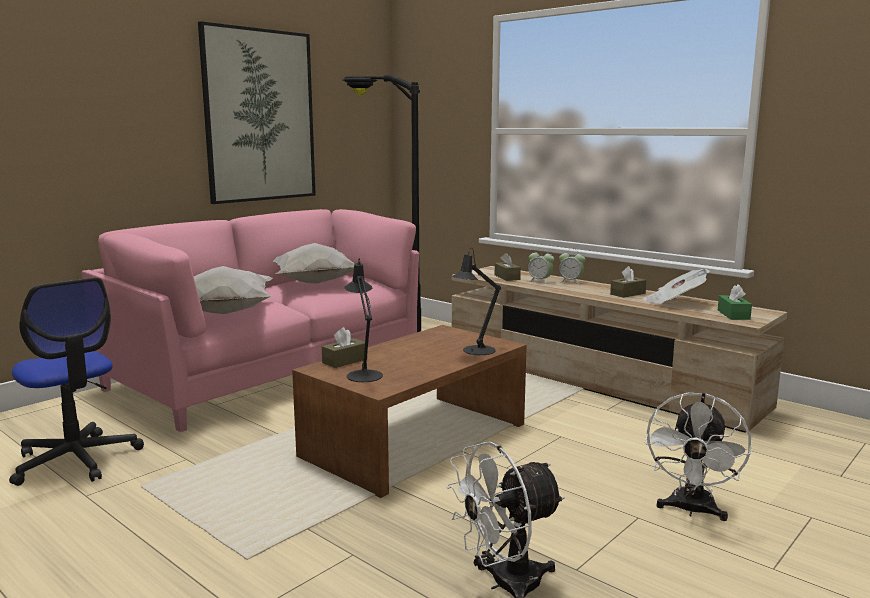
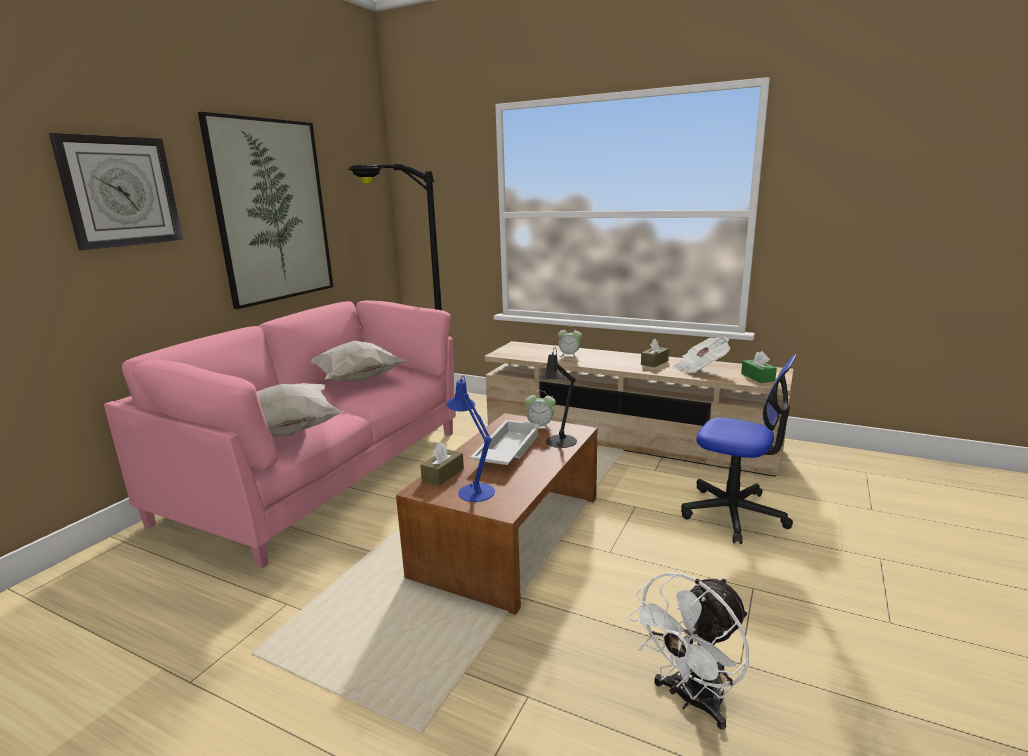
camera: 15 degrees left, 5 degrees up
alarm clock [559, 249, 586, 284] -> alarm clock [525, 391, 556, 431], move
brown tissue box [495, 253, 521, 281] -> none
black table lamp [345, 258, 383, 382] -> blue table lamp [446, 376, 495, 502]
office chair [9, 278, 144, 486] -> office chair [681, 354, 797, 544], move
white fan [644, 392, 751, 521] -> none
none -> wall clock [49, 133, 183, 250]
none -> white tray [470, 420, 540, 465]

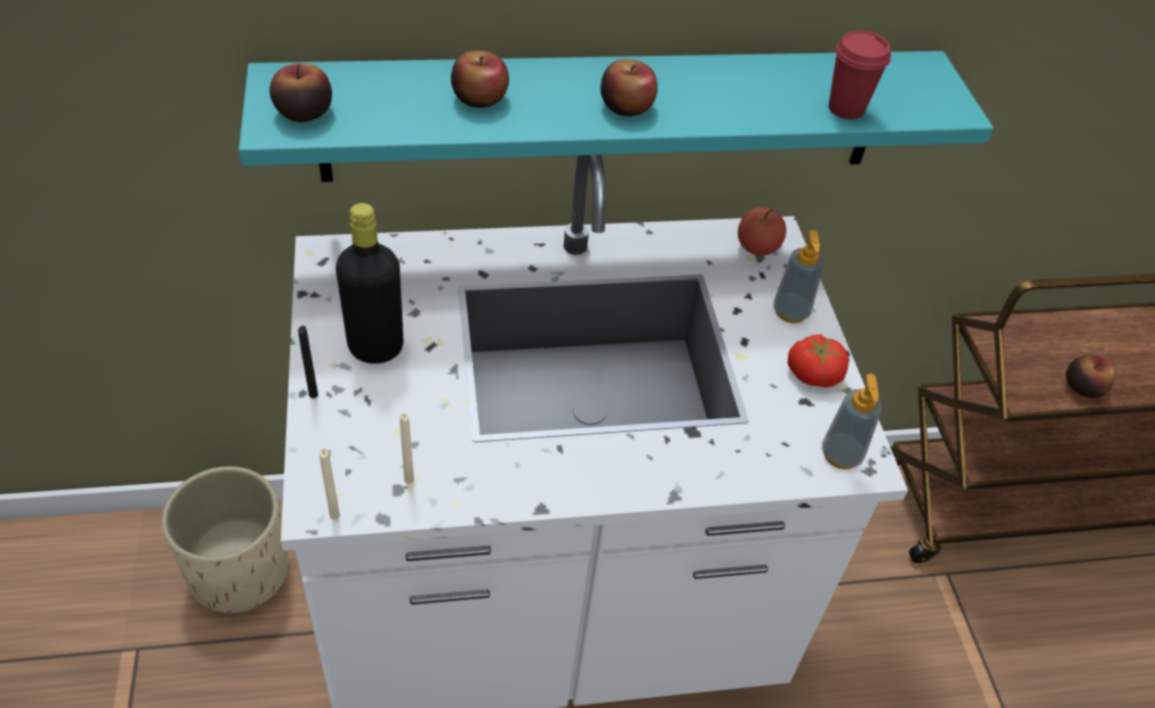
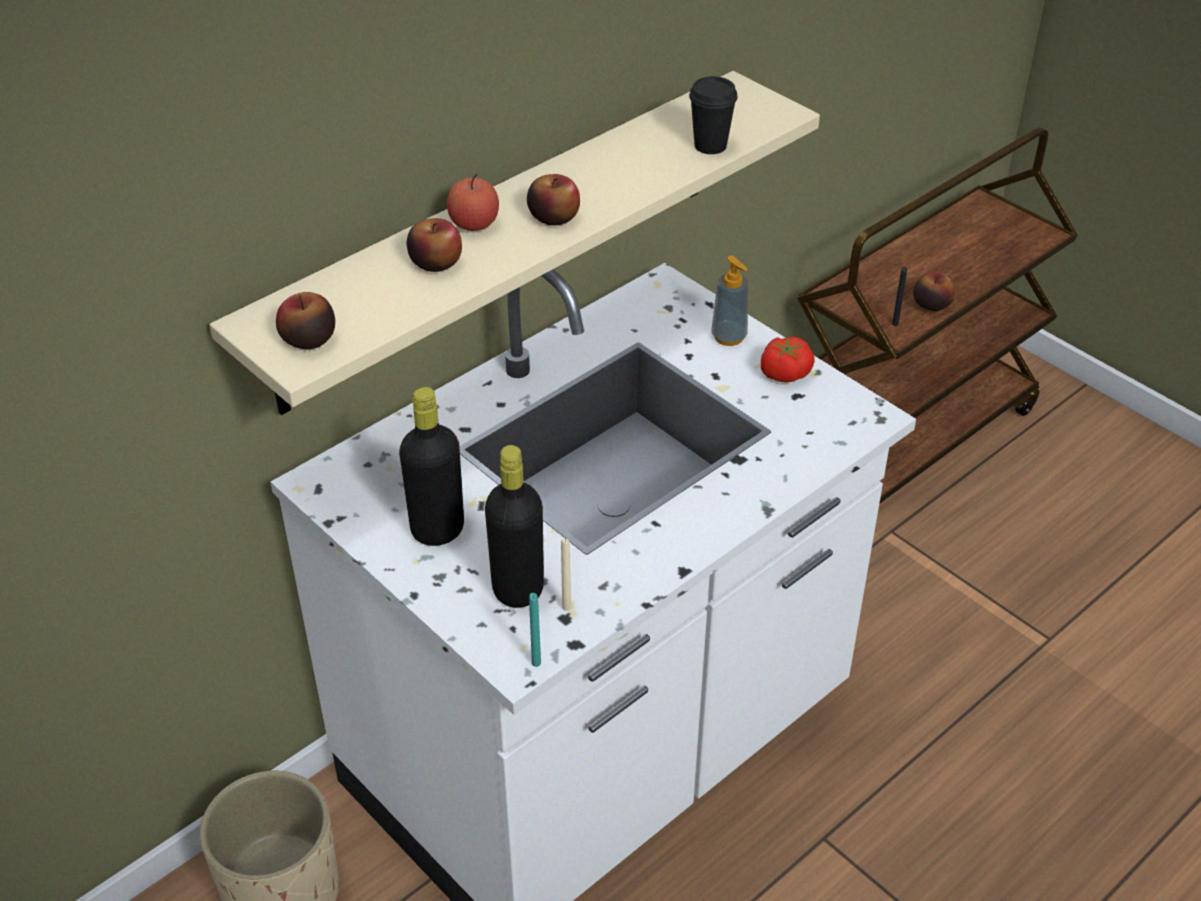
camera: 30 degrees left, 5 degrees down
red cup [829, 31, 891, 119] -> black cup [689, 76, 738, 154]
turquoise shelf [239, 51, 994, 182] -> beige shelf [209, 71, 820, 415]
apple [738, 207, 786, 256] -> apple [447, 174, 499, 231], move
black candle [298, 326, 318, 398] -> black candle [892, 267, 907, 326], move
soap dispenser [822, 374, 882, 469] -> none
beige candle [319, 448, 340, 520] -> turquoise candle [529, 593, 541, 667]
none -> black bottle [485, 445, 544, 608]

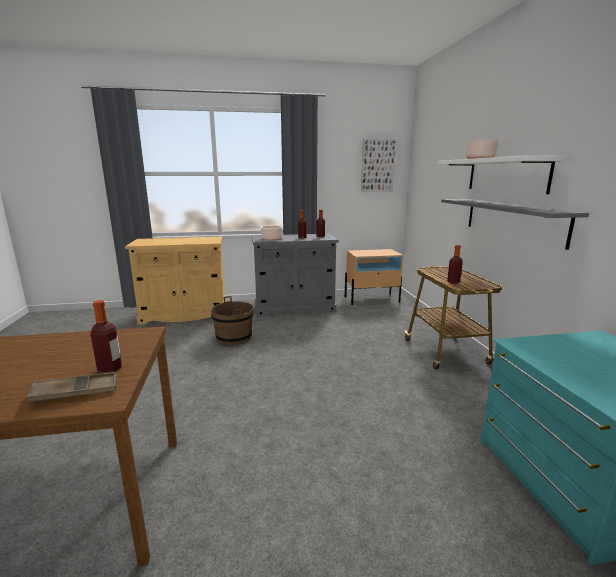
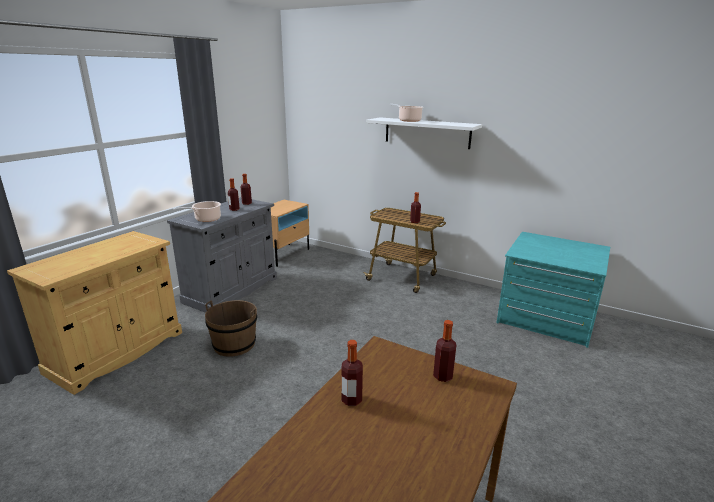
camera: 50 degrees left, 5 degrees up
picture [361, 138, 397, 192] -> none
grey shelf [441, 199, 589, 250] -> none
brown tray [26, 372, 117, 403] -> none
none -> bottle [341, 340, 363, 406]

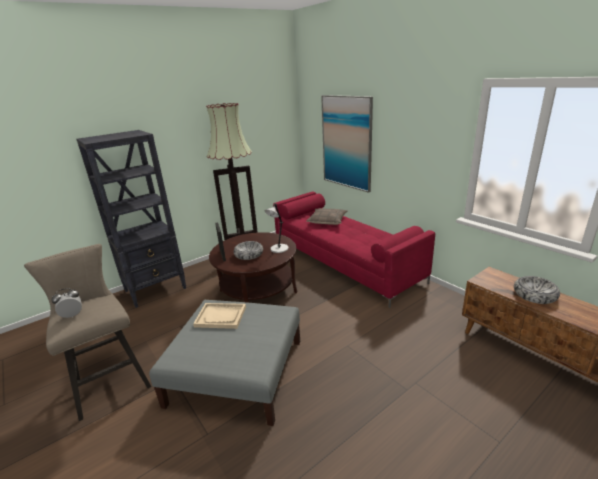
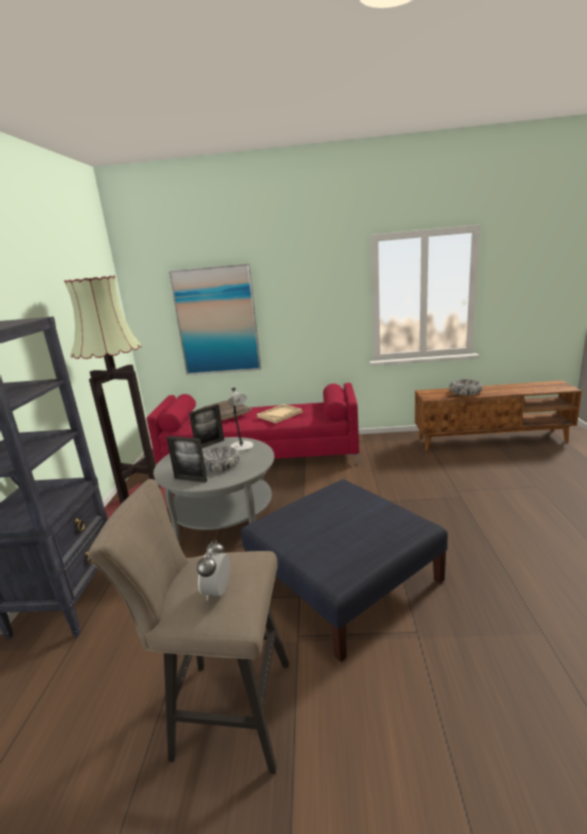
camera: 50 degrees left, 5 degrees down
brown coffee table [209, 232, 297, 303] -> grey coffee table [154, 437, 274, 543]
grey ottoman [149, 300, 300, 426] -> blue ottoman [241, 479, 448, 662]
beige tray [193, 303, 246, 329] -> beige tray [257, 404, 303, 423], move
none -> picture frame [189, 404, 224, 448]

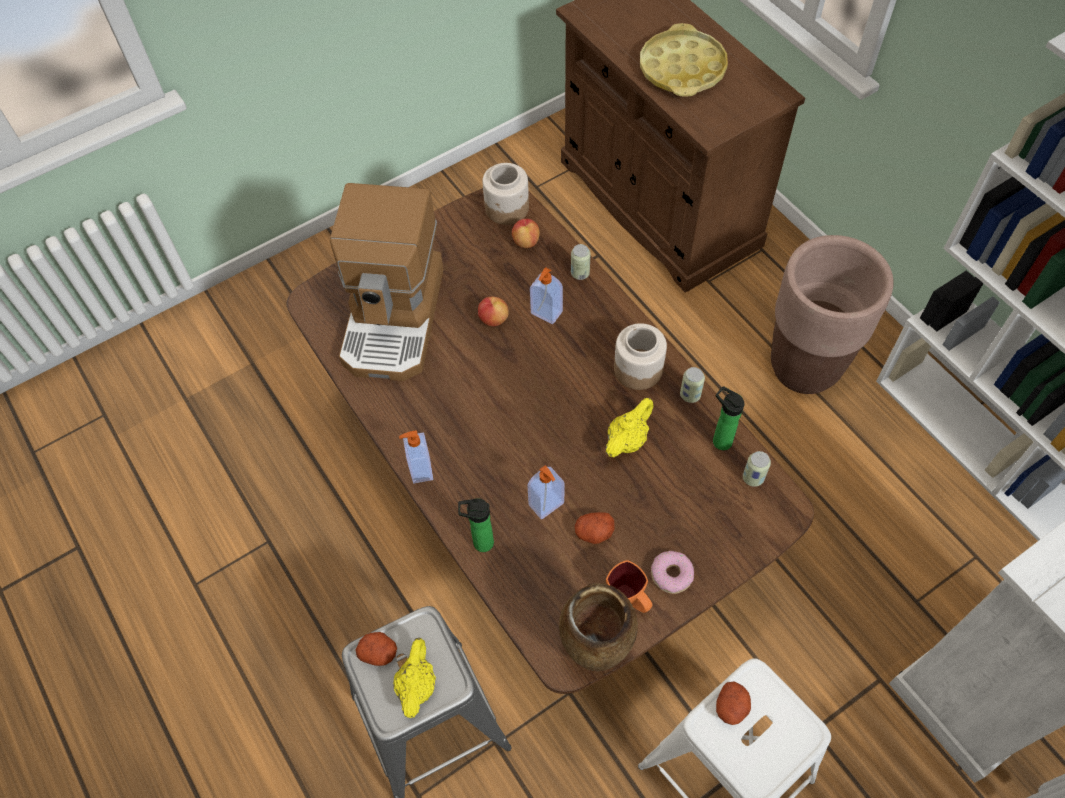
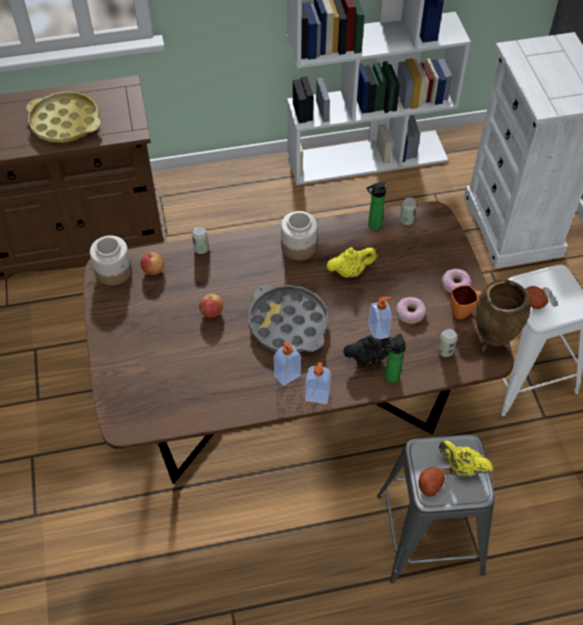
camera: 70 degrees left, 5 degrees down
coffee machine [330, 183, 444, 381] -> none
brown planter [771, 235, 894, 394] -> none
soap dispenser [530, 267, 563, 324] -> soap dispenser [274, 341, 301, 386], move
can [680, 367, 705, 403] -> can [437, 329, 457, 357], move
yellow teapot [606, 398, 653, 458] -> yellow teapot [326, 247, 377, 277], 105 degrees clockwise
potato [575, 512, 615, 544] -> donut [396, 297, 426, 324]
none -> grey tray [248, 285, 328, 352]
none -> black teapot [343, 335, 393, 366]

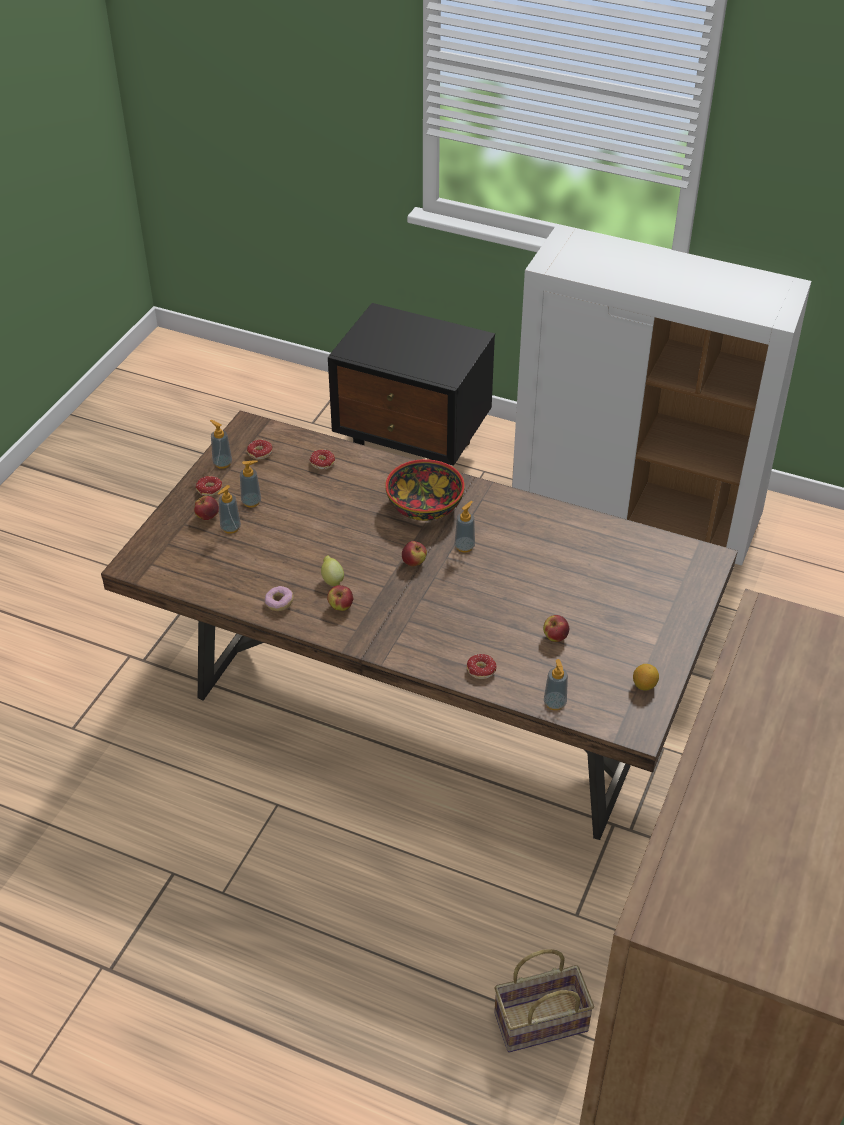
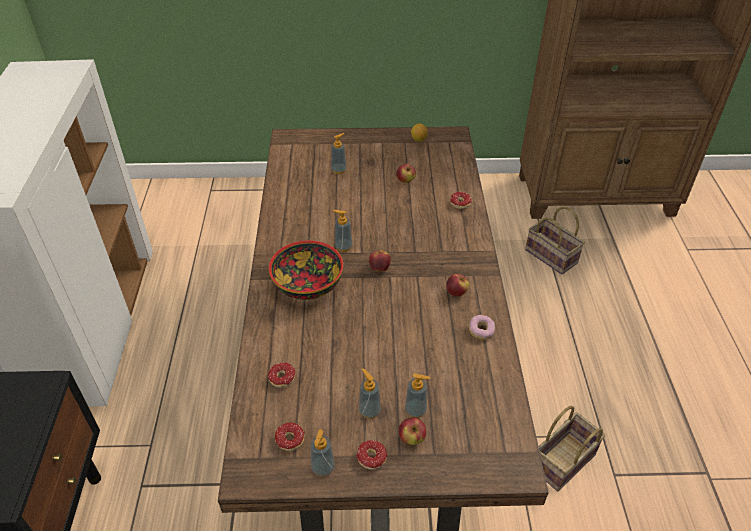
camera: 115 degrees left, 0 degrees up
lemon [321, 555, 344, 586] -> none
soap dispenser [544, 659, 568, 710] -> soap dispenser [331, 133, 347, 174], move
none -> basket [538, 406, 605, 491]

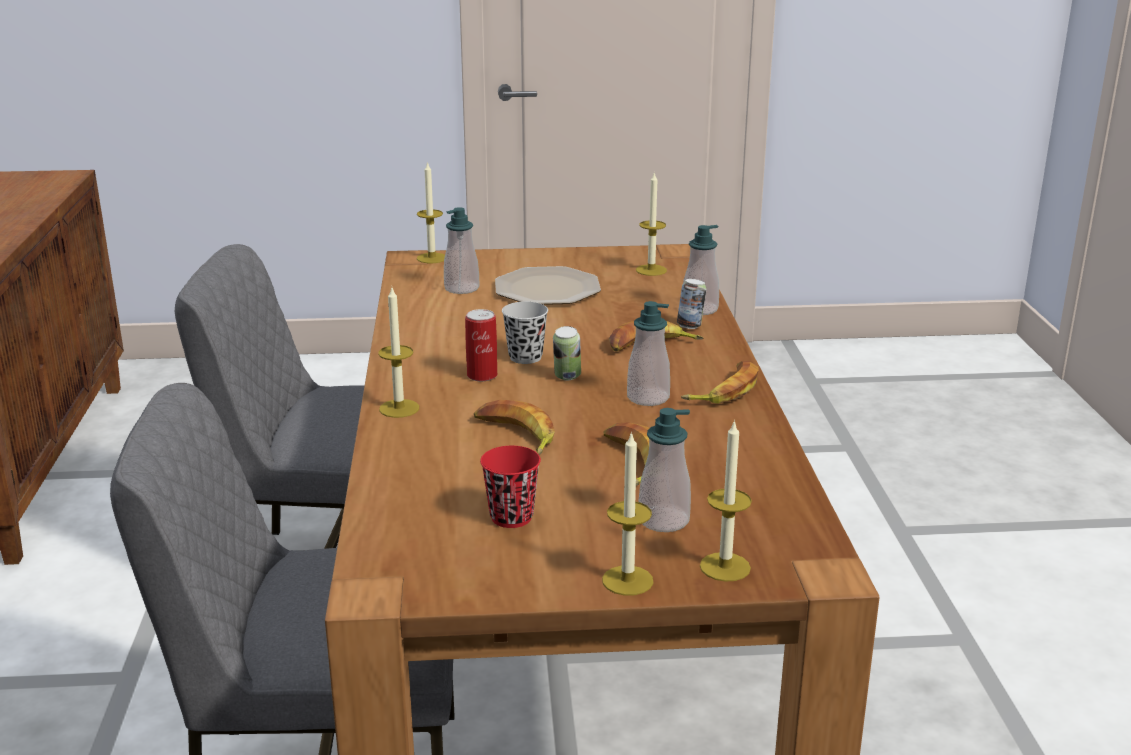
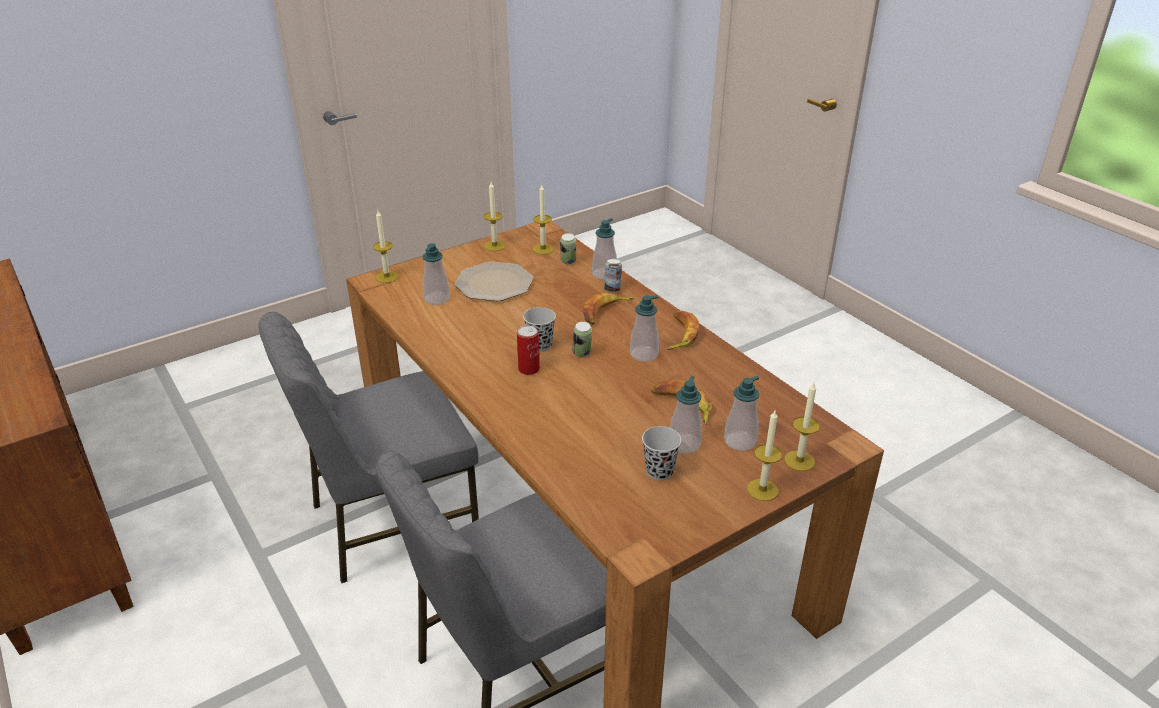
camera: 30 degrees left, 10 degrees up
candle [378, 288, 419, 418] -> candle [484, 182, 506, 251], move
banana [474, 400, 555, 455] -> none
red cup [480, 446, 541, 528] -> black cup [642, 426, 681, 480]
none -> can [560, 233, 576, 264]
none -> soap dispenser [670, 376, 702, 454]

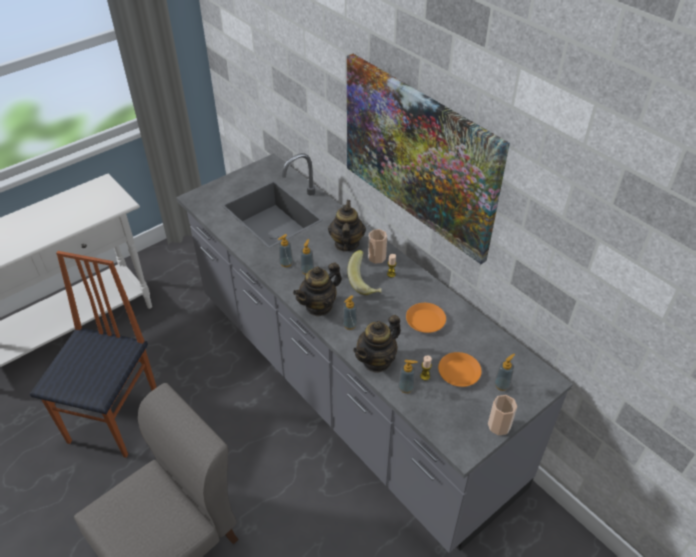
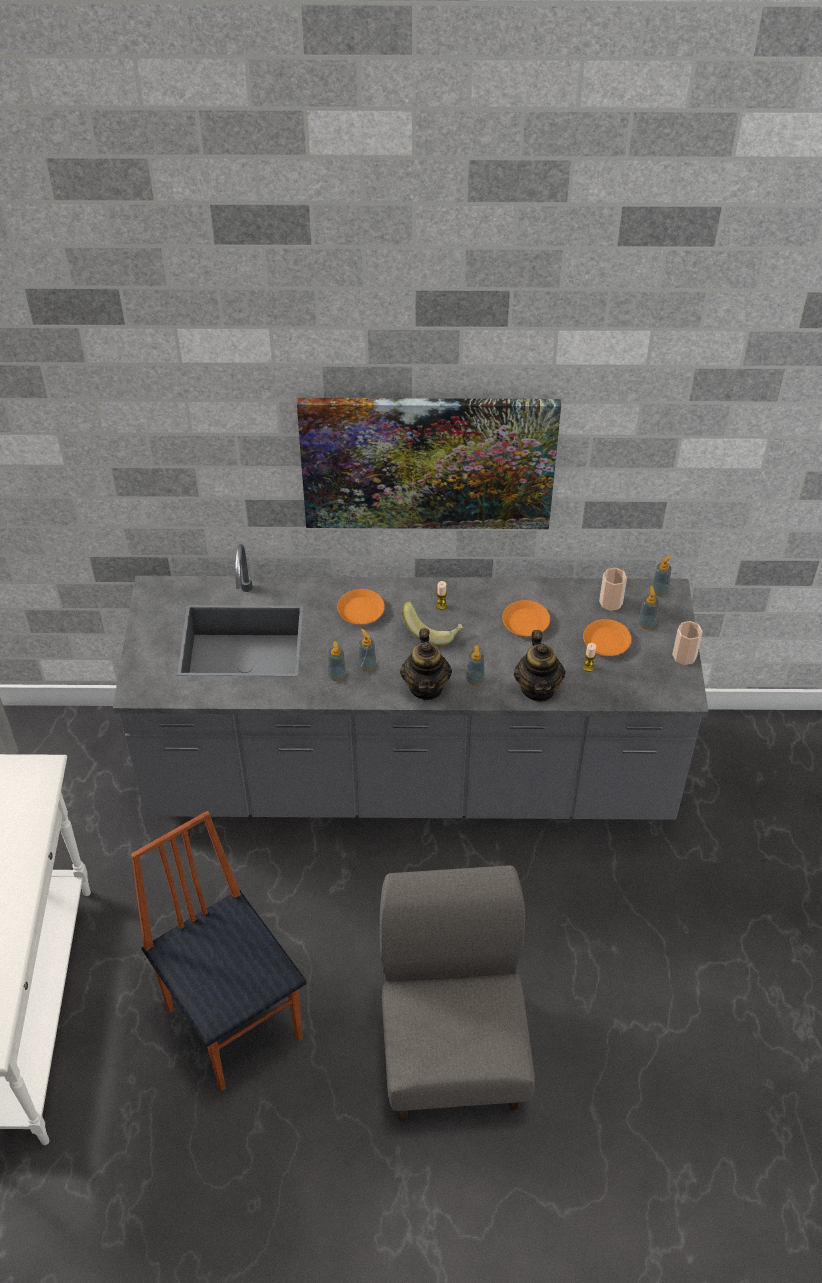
camera: 50 degrees left, 5 degrees up
teapot [328, 200, 366, 252] -> orange plate [337, 589, 385, 625]
cup [368, 229, 387, 264] -> cup [599, 568, 627, 611], move
soap dispenser [398, 360, 418, 393] -> soap dispenser [652, 555, 672, 596], move

